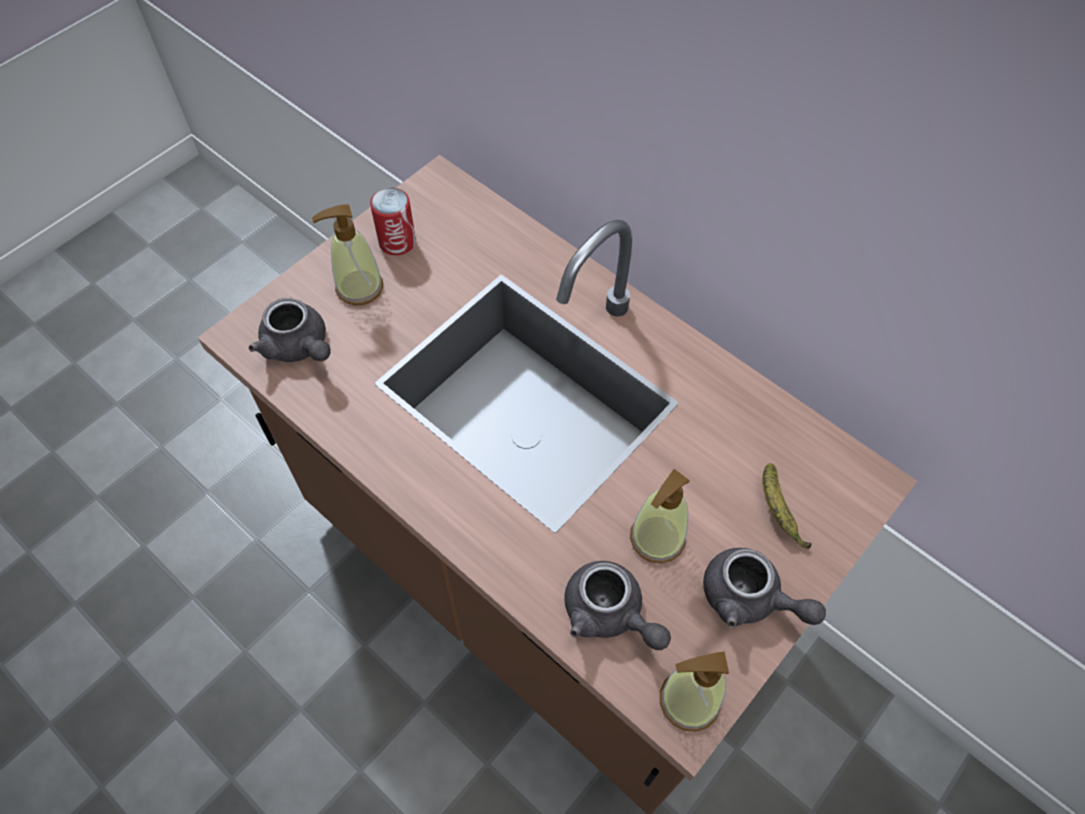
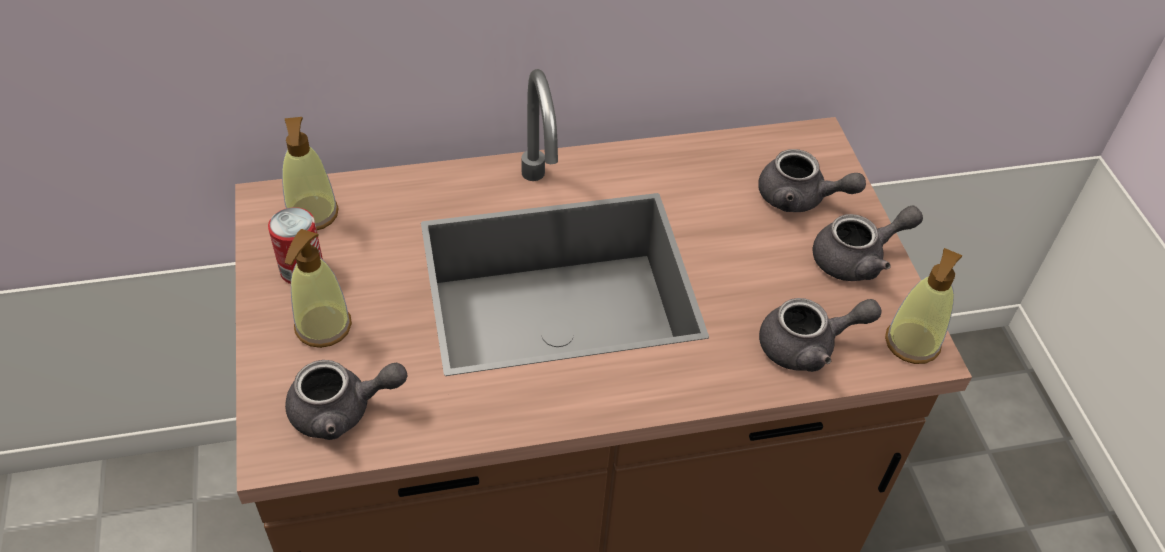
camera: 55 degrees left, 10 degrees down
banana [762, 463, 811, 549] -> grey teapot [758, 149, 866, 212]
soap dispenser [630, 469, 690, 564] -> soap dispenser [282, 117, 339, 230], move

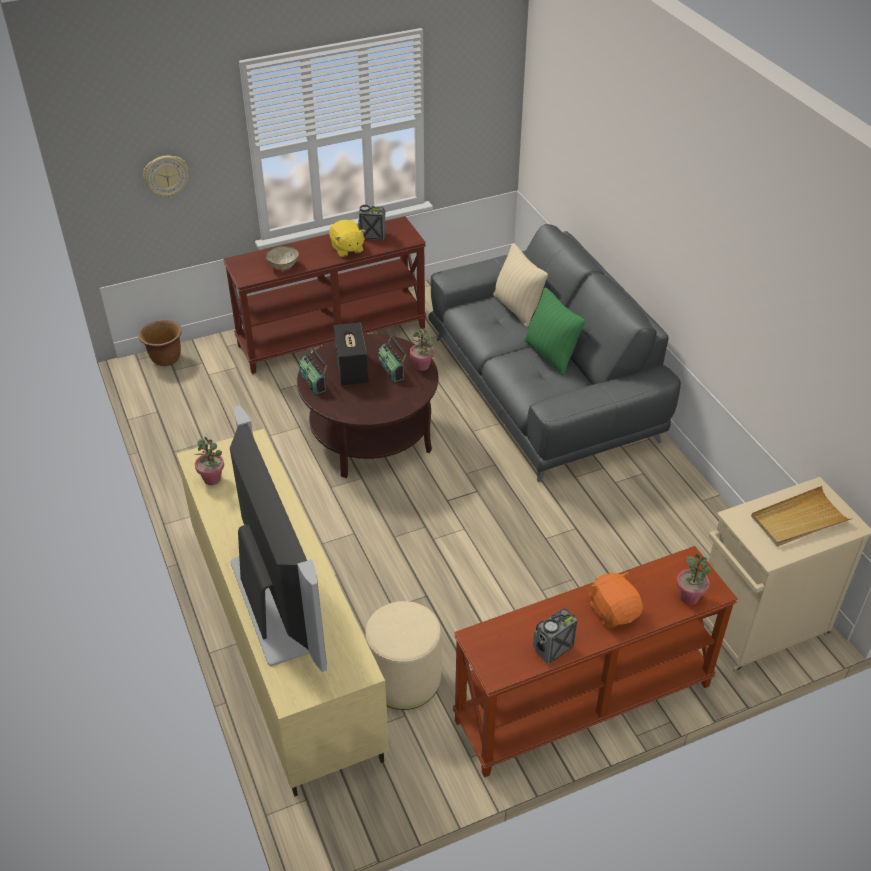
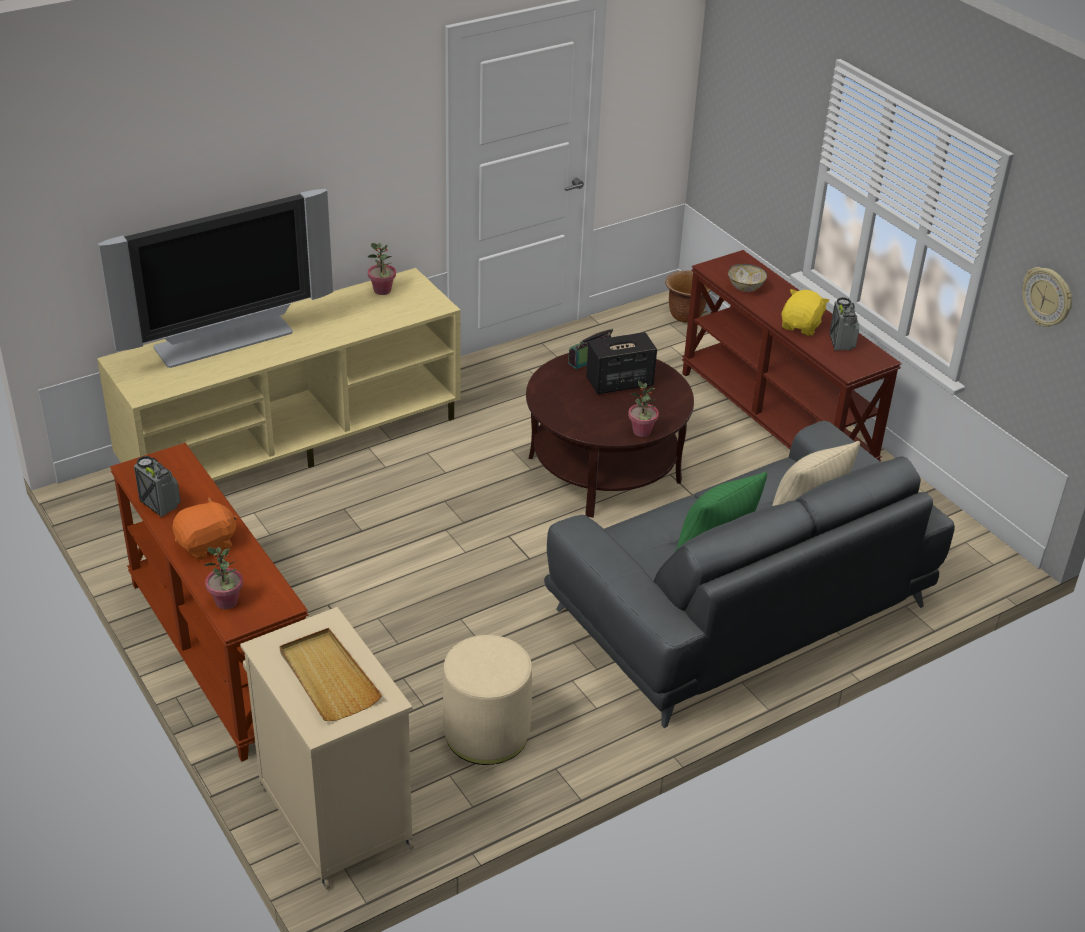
camera: 80 degrees right, 5 degrees down
wall clock [143, 156, 189, 198] -> wall clock [1022, 267, 1073, 327], move
yellow plush toy [329, 220, 366, 257] -> yellow plush toy [782, 289, 829, 336], 150 degrees clockwise
radio [379, 335, 406, 382] -> none
beige ottoman [365, 601, 442, 710] -> beige ottoman [443, 635, 532, 765], move

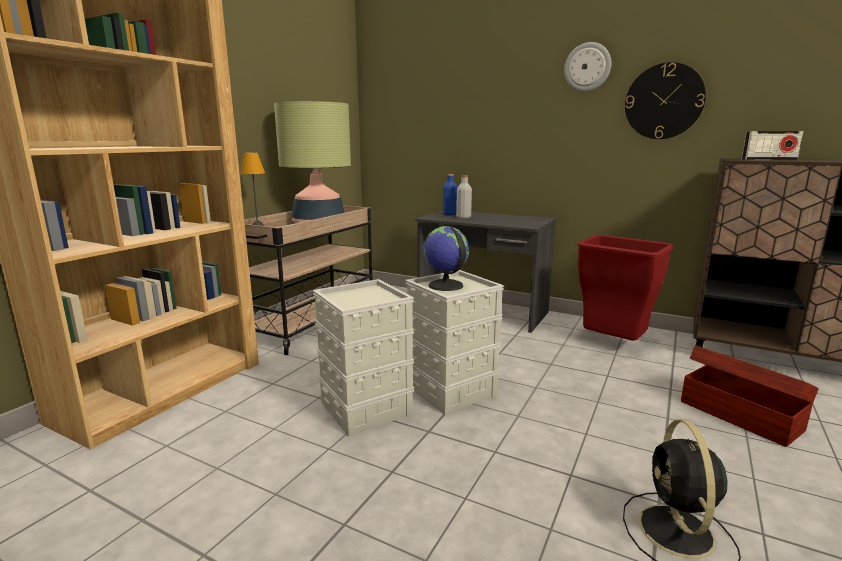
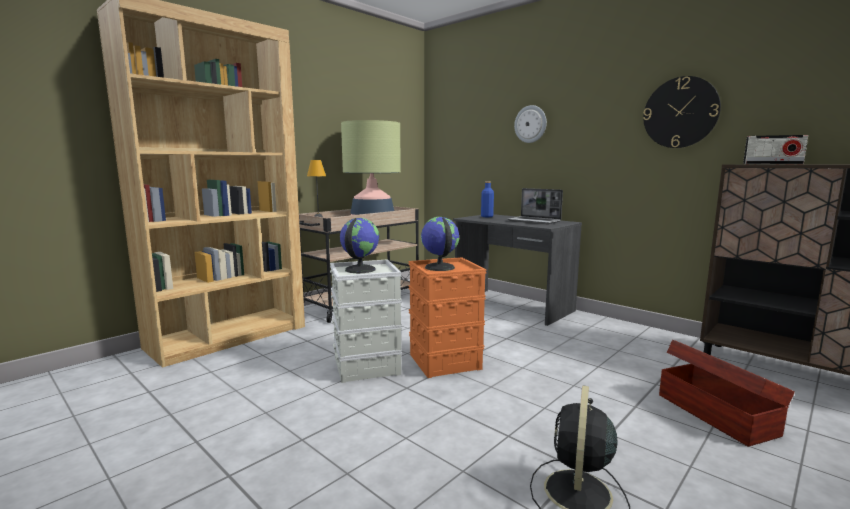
camera: 15 degrees right, 5 degrees down
wall clock [564, 42, 611, 91] -> wall clock [514, 105, 547, 143], move
grey bottle [456, 175, 472, 219] -> none
red trash can [577, 235, 673, 341] -> none
grey storage box [405, 270, 504, 415] -> orange storage box [408, 257, 487, 378]
none -> laptop [507, 188, 563, 224]
none -> globe [340, 218, 379, 273]

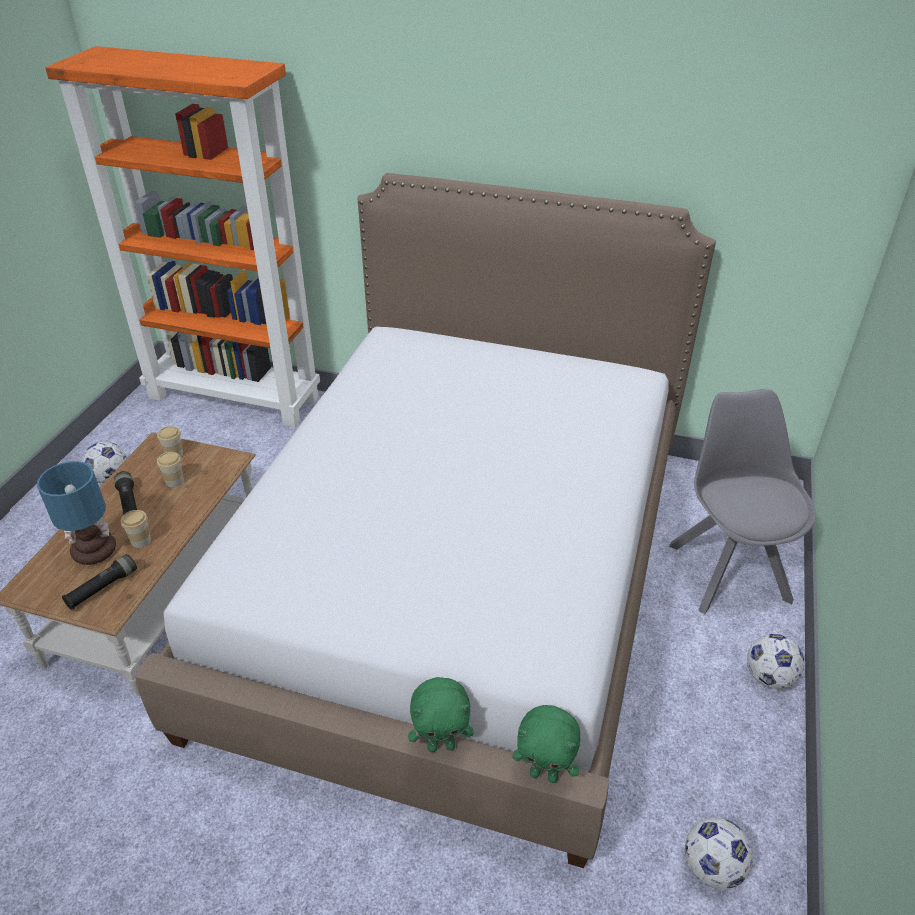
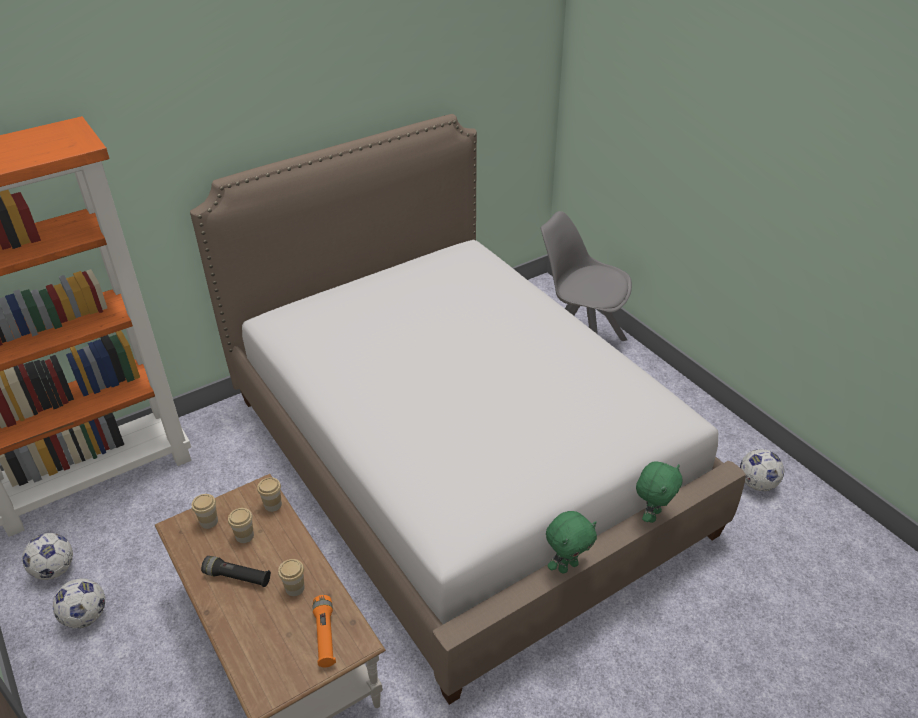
camera: 50 degrees left, 0 degrees up
table lamp [37, 461, 116, 565] -> none
black flashlight [62, 554, 137, 610] -> orange flashlight [313, 595, 336, 667]
football [747, 634, 804, 689] -> football [22, 533, 73, 580], move
green plush toy [512, 705, 580, 783] -> green plush toy [546, 511, 597, 574], move
none -> cup [257, 477, 282, 512]

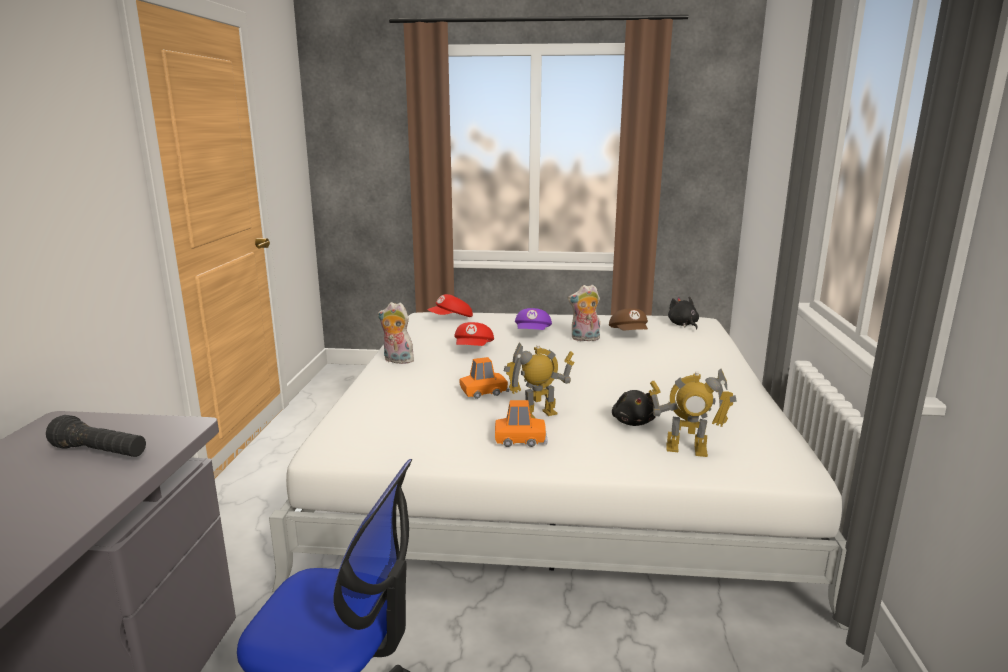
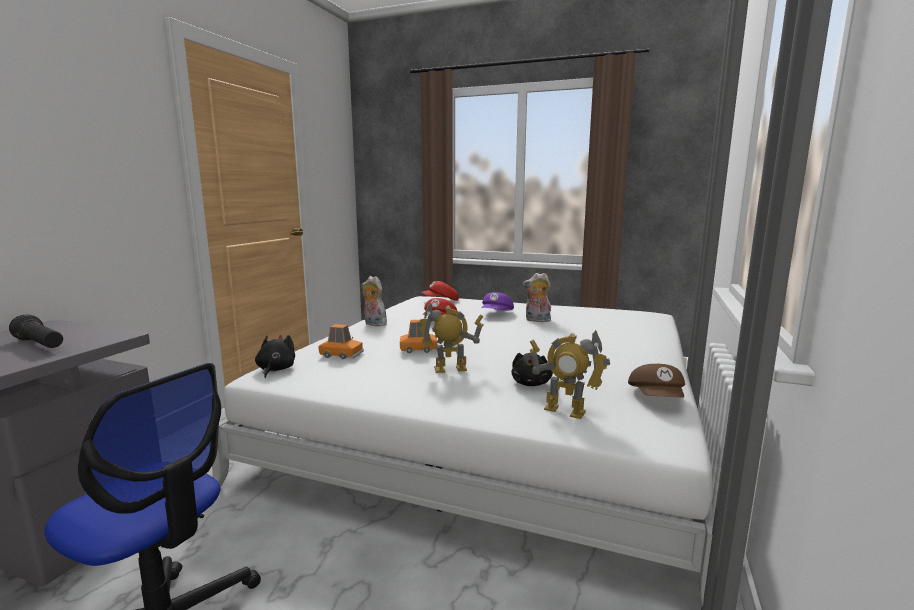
camera: 15 degrees right, 5 degrees down
black plush toy [668, 297, 699, 330] -> black plush toy [255, 335, 295, 378], move
brown cap [609, 308, 648, 330] -> brown cap [628, 364, 685, 397], move
orange toy car [495, 400, 548, 447] -> orange toy car [319, 324, 364, 359], move

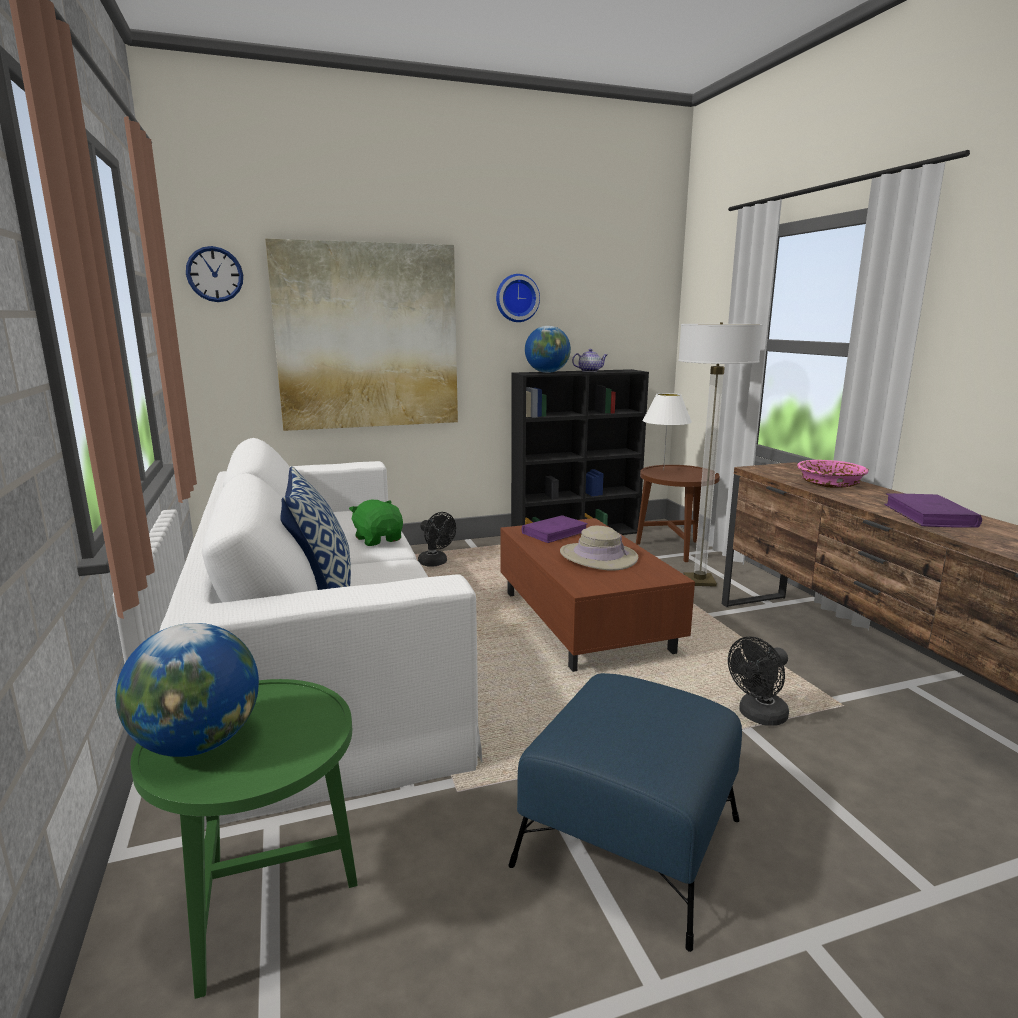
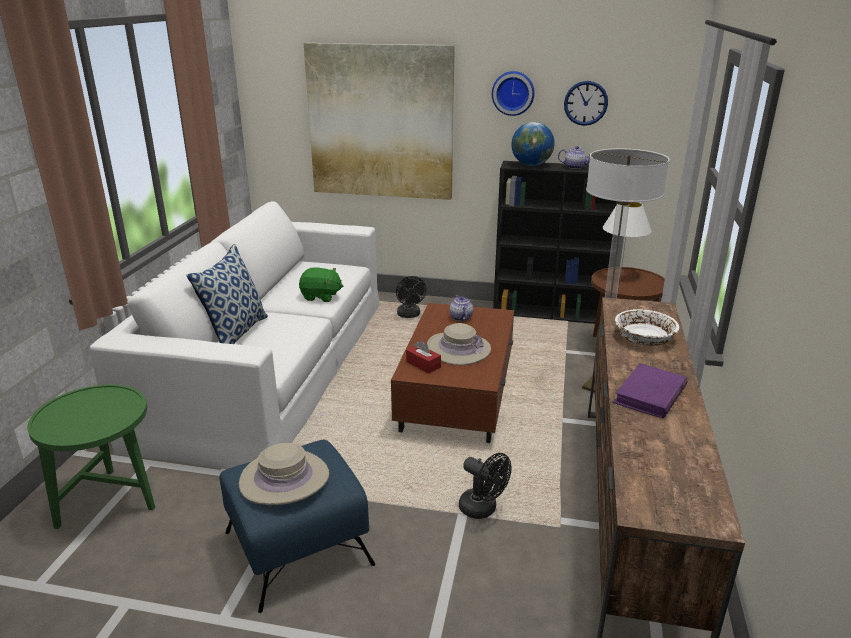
camera: 30 degrees right, 10 degrees up
wall clock [186, 246, 243, 302] -> wall clock [564, 81, 608, 126], move
pink bowl [797, 460, 869, 488] -> white bowl [615, 309, 679, 346]
green plush toy [349, 500, 403, 546] -> green plush toy [299, 267, 343, 302], 105 degrees clockwise
purple book [522, 515, 588, 543] -> teapot [449, 295, 473, 321]
globe [115, 623, 259, 757] -> none
black fan [728, 636, 789, 726] -> black fan [459, 453, 512, 519], 135 degrees counterclockwise
none -> red tissue box [406, 340, 441, 373]
none -> beige hat [239, 443, 329, 505]

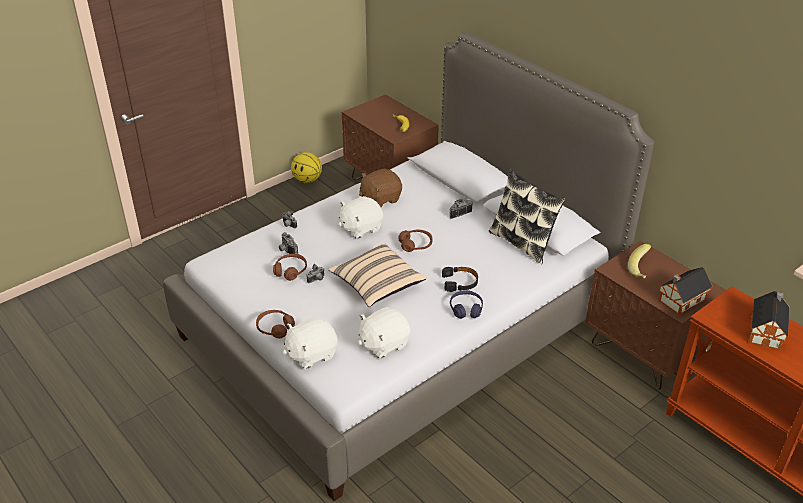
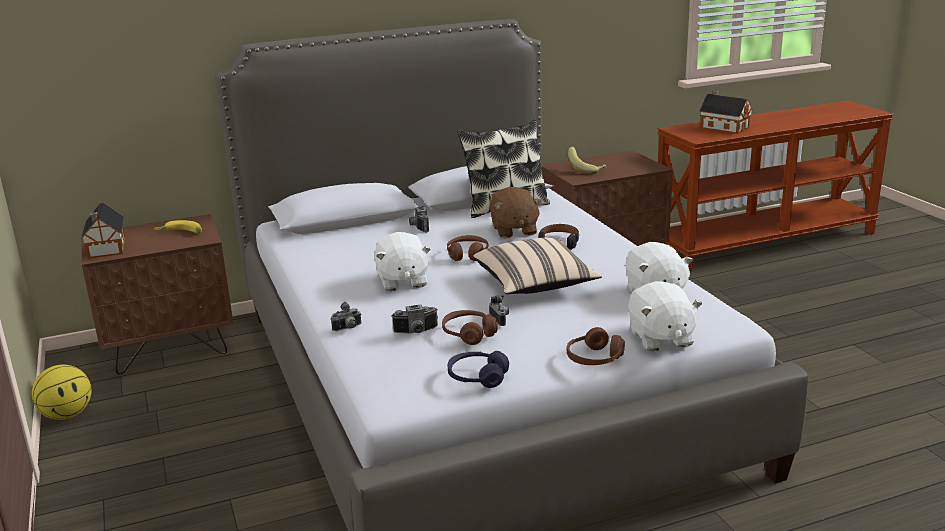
camera: 70 degrees left, 15 degrees down
brown plush toy [359, 168, 402, 207] -> brown plush toy [490, 187, 542, 238], move
toy house [659, 267, 713, 315] -> toy house [81, 203, 125, 259], move
purple headphones [450, 290, 483, 319] -> purple headphones [448, 351, 509, 388], move

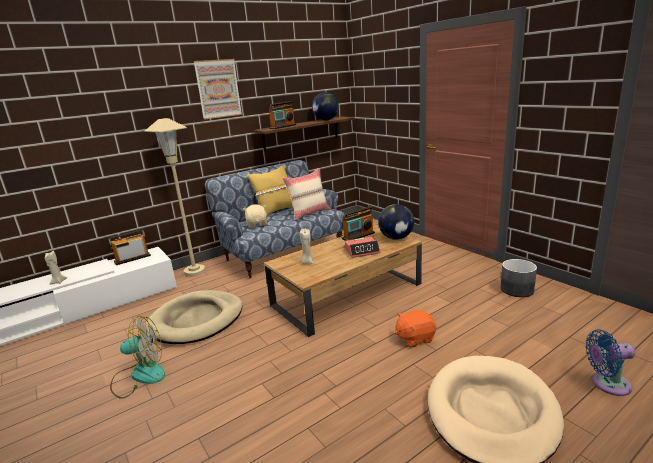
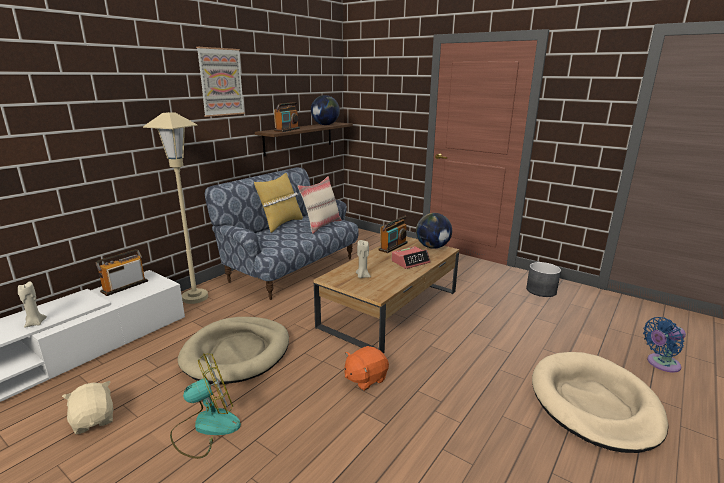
camera: 20 degrees left, 0 degrees up
beige plush toy [243, 204, 267, 228] -> beige plush toy [62, 381, 113, 434], move
orange plush toy [395, 310, 436, 348] -> orange plush toy [344, 346, 389, 391], move

